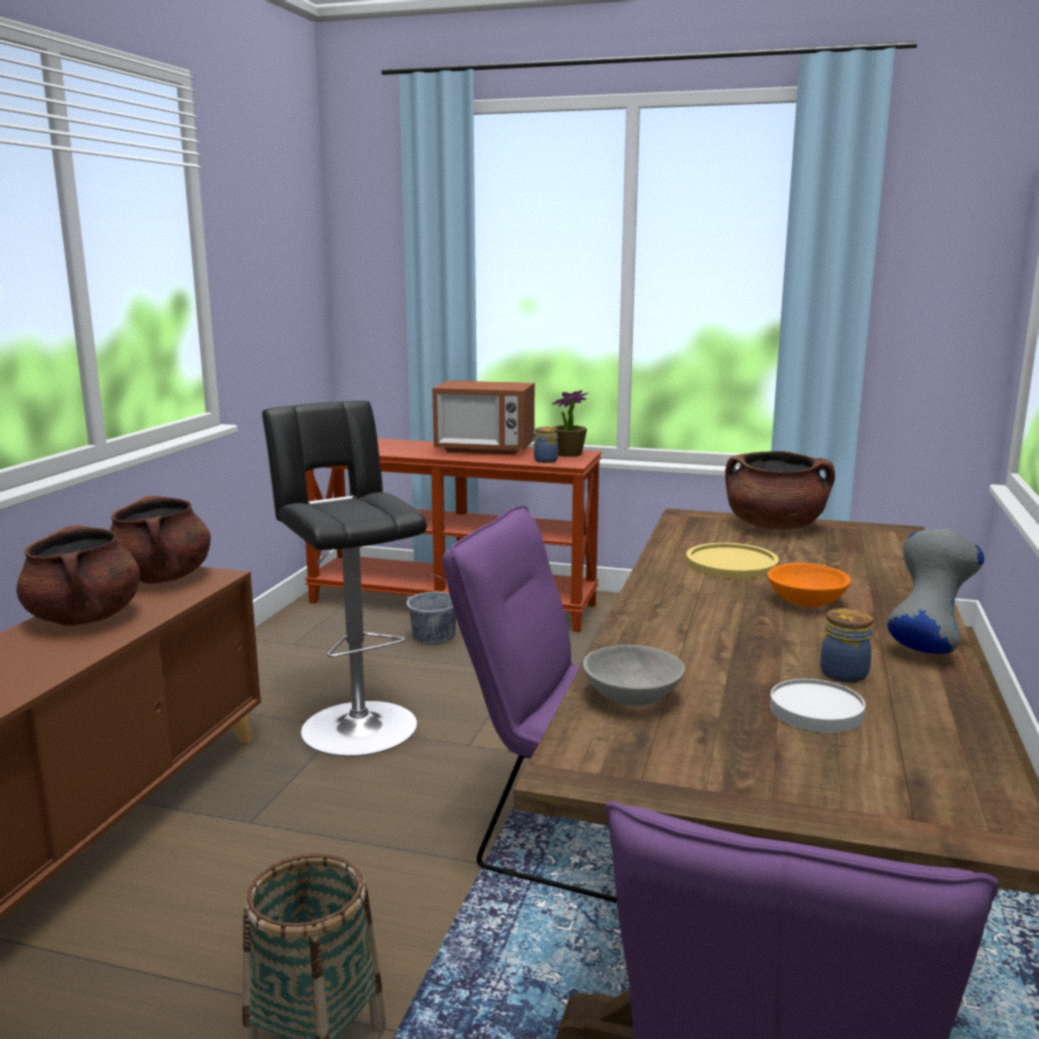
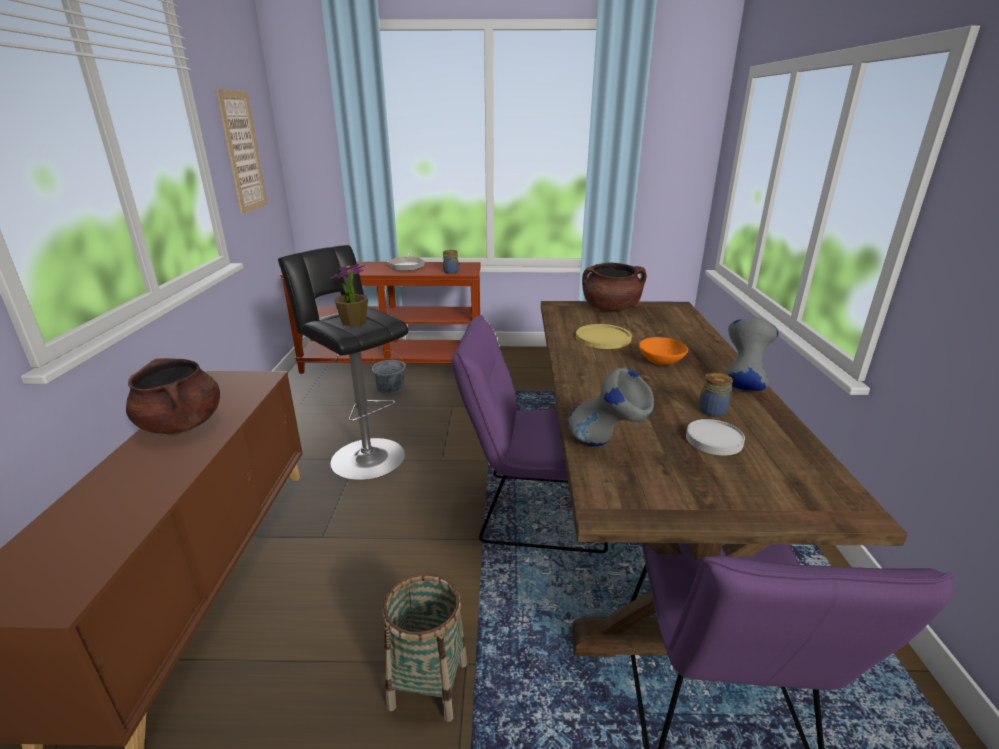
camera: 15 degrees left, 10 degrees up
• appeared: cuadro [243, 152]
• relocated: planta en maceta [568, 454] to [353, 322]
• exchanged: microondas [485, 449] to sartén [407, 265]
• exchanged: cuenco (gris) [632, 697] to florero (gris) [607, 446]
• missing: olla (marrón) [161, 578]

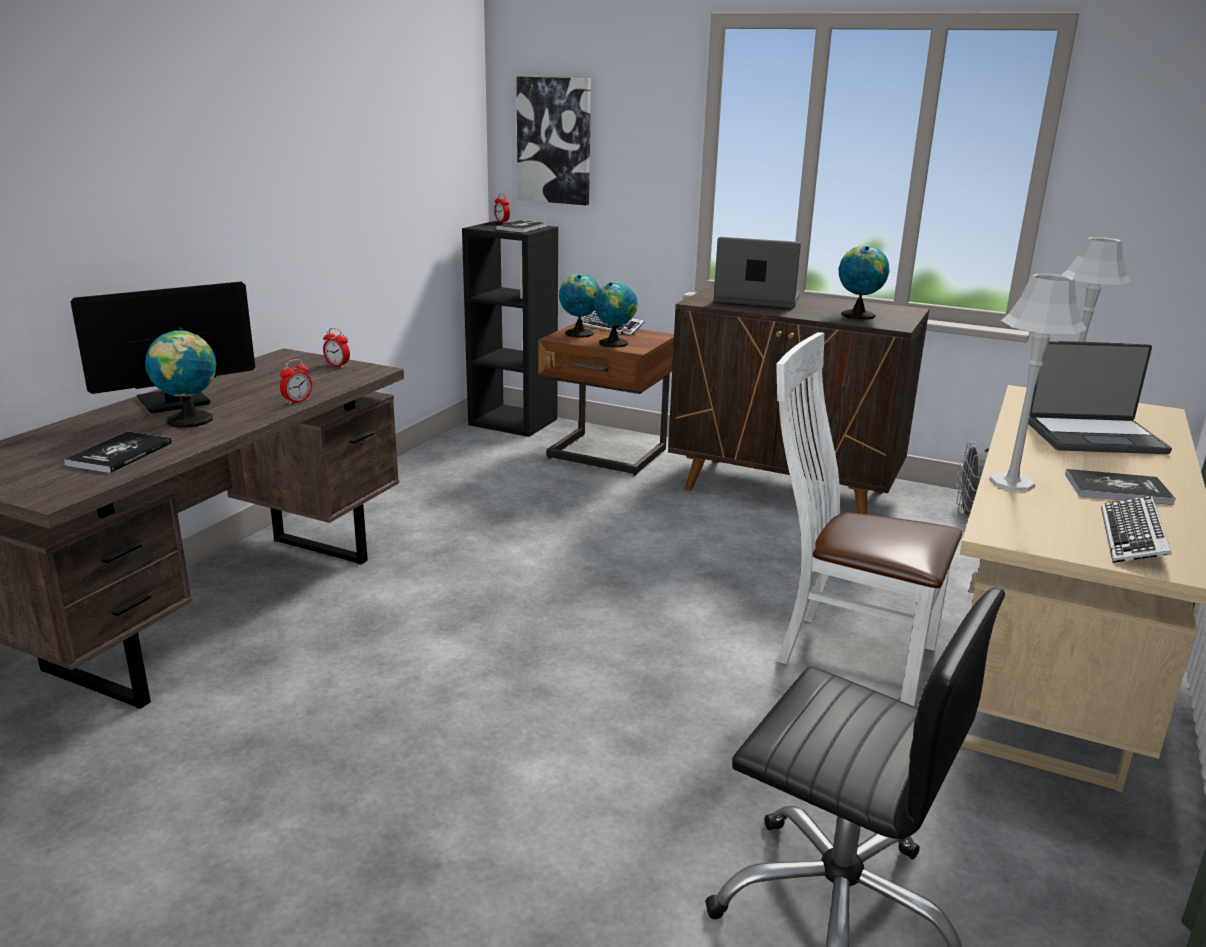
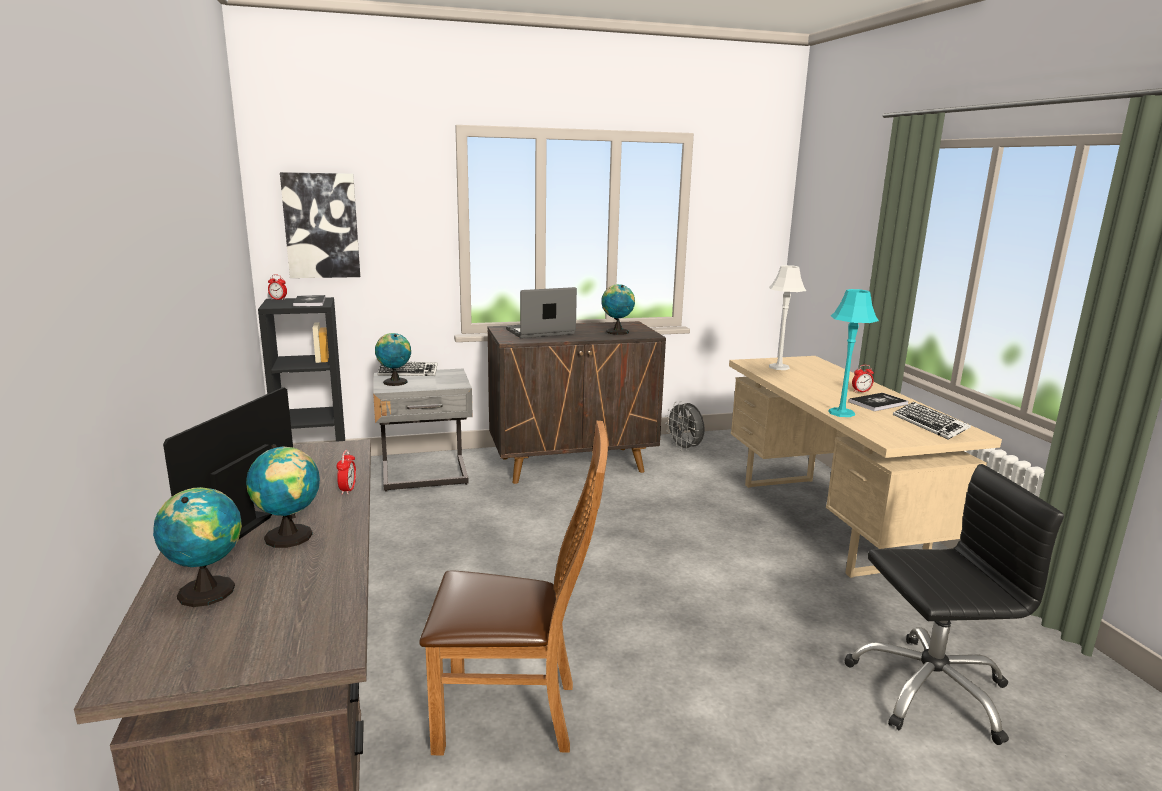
camera: 40 degrees left, 5 degrees down
• relocated: globo terráqueo [614, 343] to [208, 589]
• colour: mesita de noche (marrón) [606, 455] to mesita de noche (gris) [425, 476]
• appeared: silla (marrón) [516, 714]
• colour: lámpara de mesa (gris) [1012, 483] to lámpara de mesa (turquesa) [841, 413]
• relocated: despertador [337, 365] to [861, 391]
• missing: libro [120, 454]
• missing: silla (blanco) [846, 652]
• missing: portátil [1094, 437]

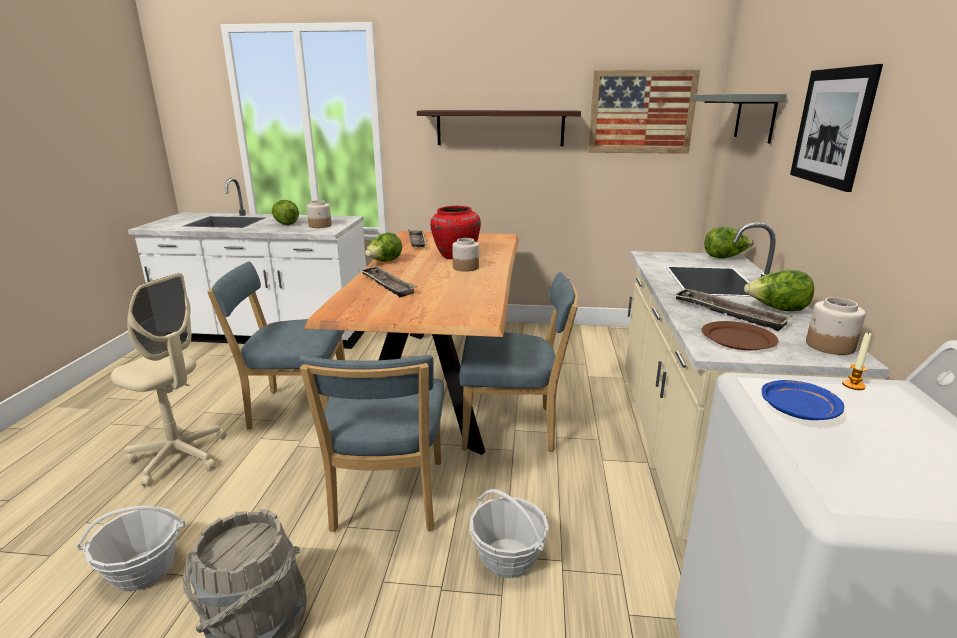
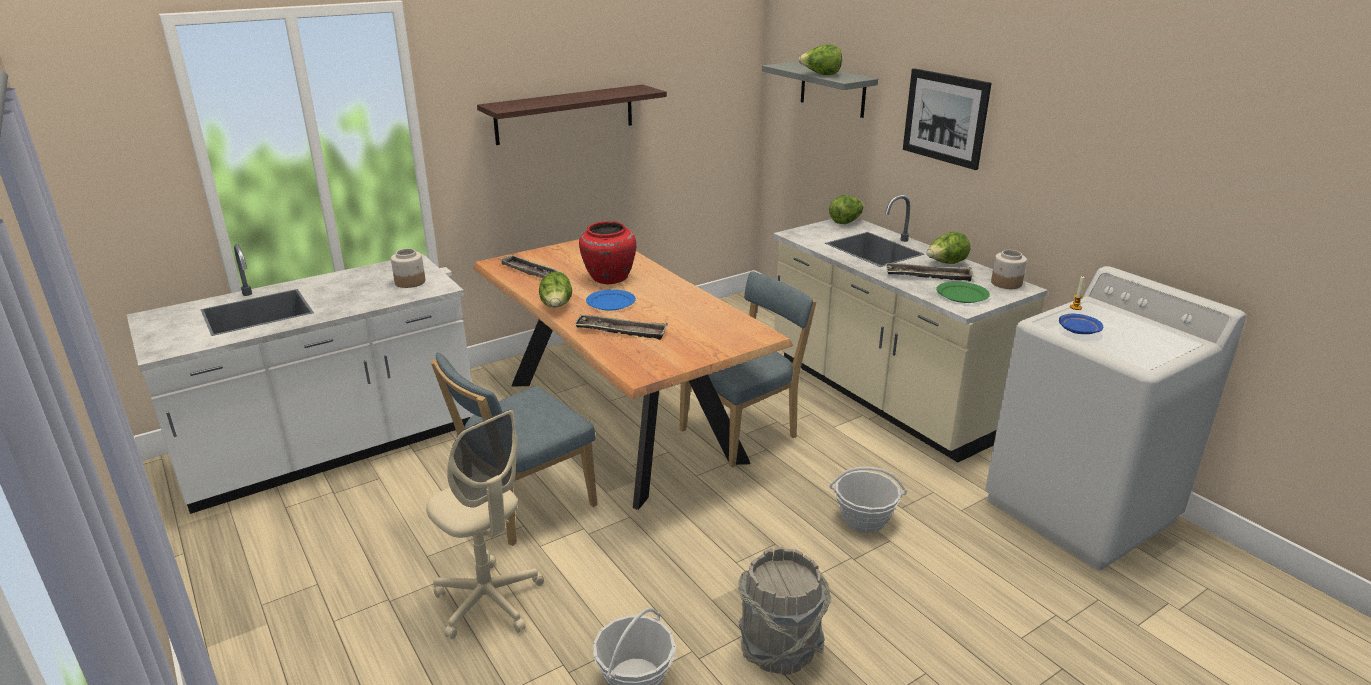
camera: 40 degrees left, 5 degrees up
• spun: silla de oficina (beis) [179, 457] = [488, 601] 60 degrees clockwise
• appeared: plato (azul) [610, 302]
• relocated: lechuga [285, 224] to [820, 75]
• colour: plato (marrón) [738, 339] to plato (verde) [962, 294]
• missing: silla (azul) [387, 499]
• missing: tarro [465, 267]
• missing: cuadro [641, 112]

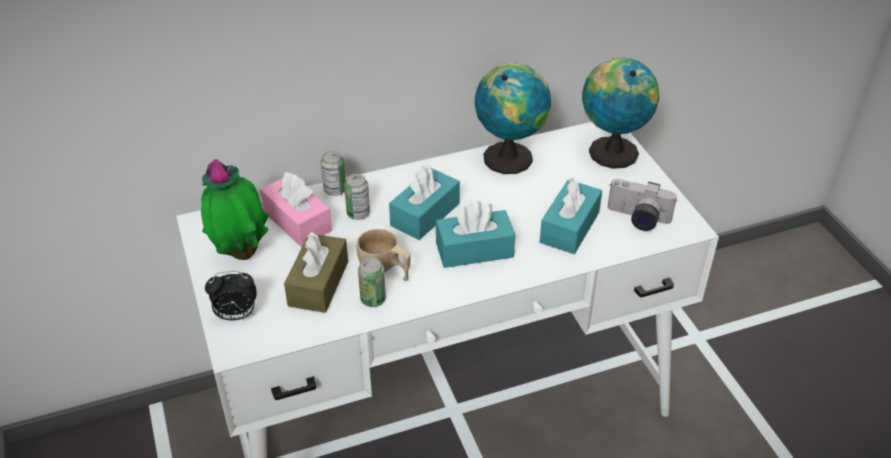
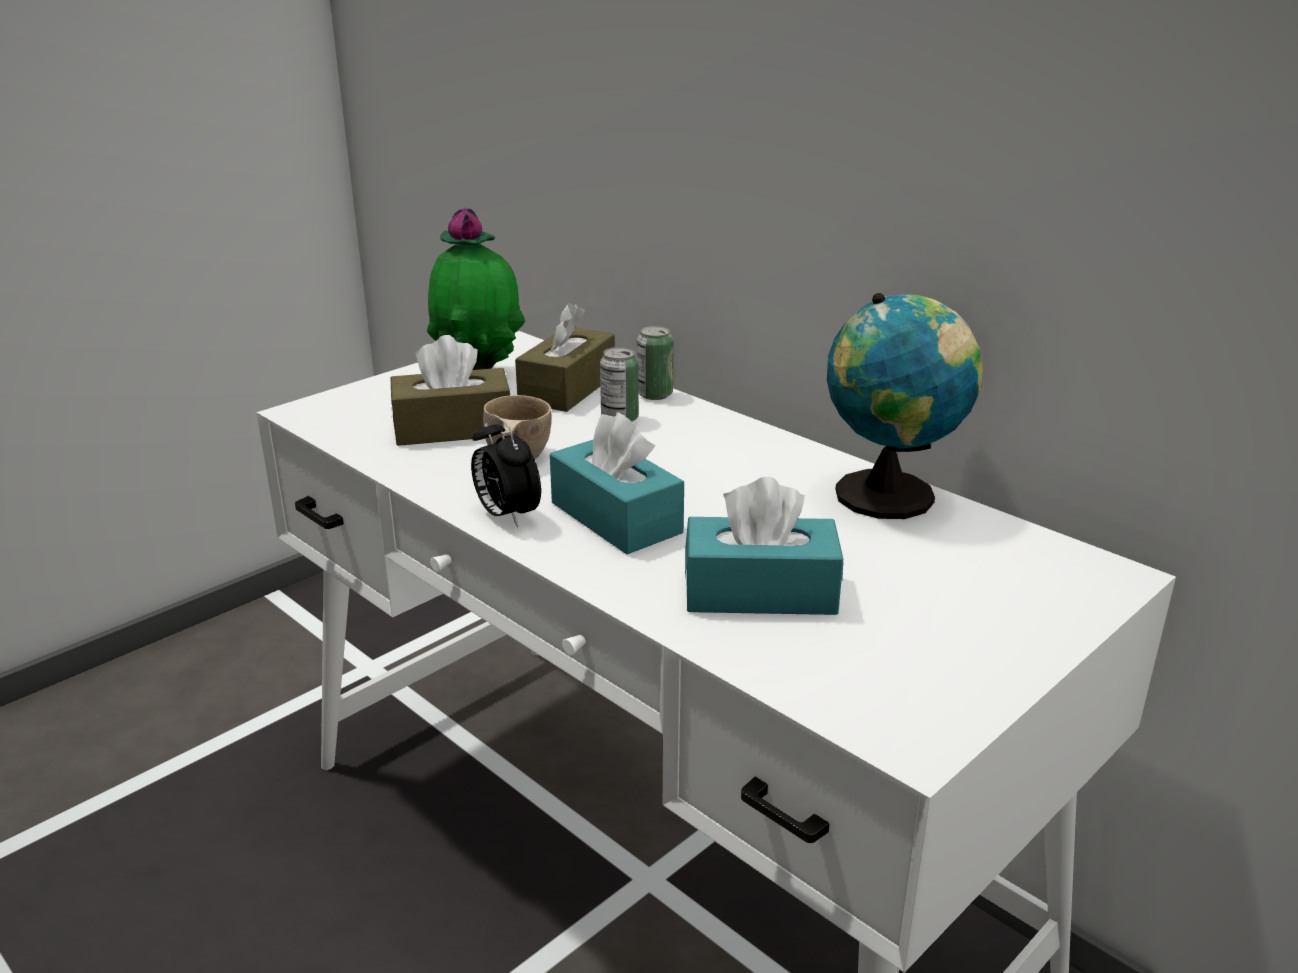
camera: 65 degrees right, 15 degrees down
• relocated: despertador [236, 315] to [506, 515]
• colour: caja de pañuelos (rosa) [297, 221] to caja de pañuelos (marrón) [567, 388]
• missing: lata [373, 299]
• missing: caja de pañuelos (turquesa) [425, 214]
• missing: globo terráqueo [611, 151]
• missing: cámara [637, 219]

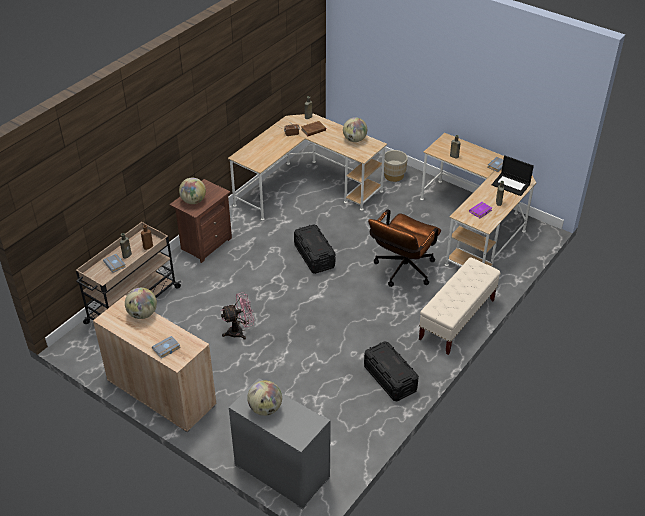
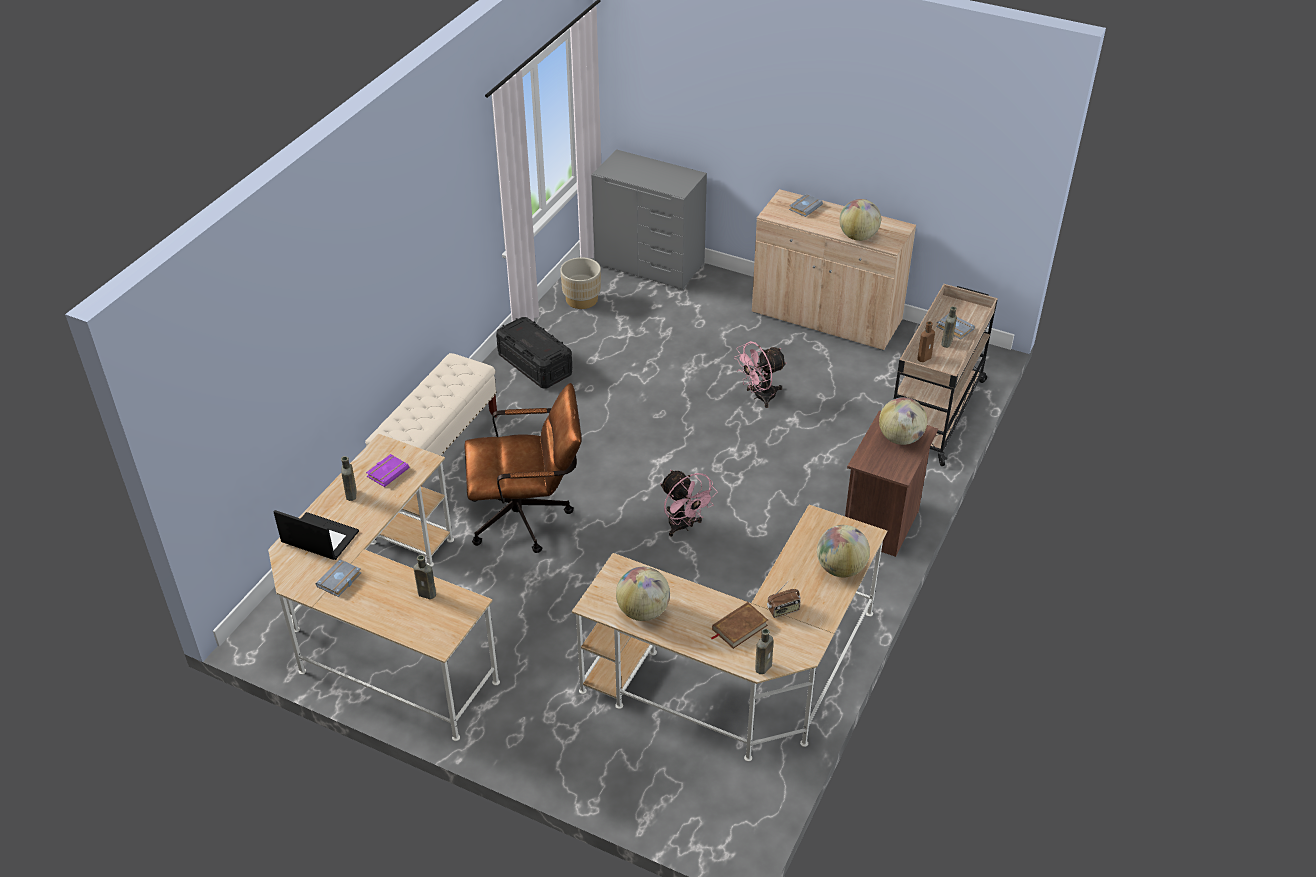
camera: 170 degrees right, 0 degrees up
• spun: silla de oficina (marrón) [401, 271] = [528, 517] 60 degrees clockwise
• relocated: maceta (beis) [394, 176] to [581, 299]
• exchanged: caja de almacenaje (negro) [314, 256] to ventilador (rosa) [683, 526]
• relocated: globo terráqueo [265, 409] to [840, 568]

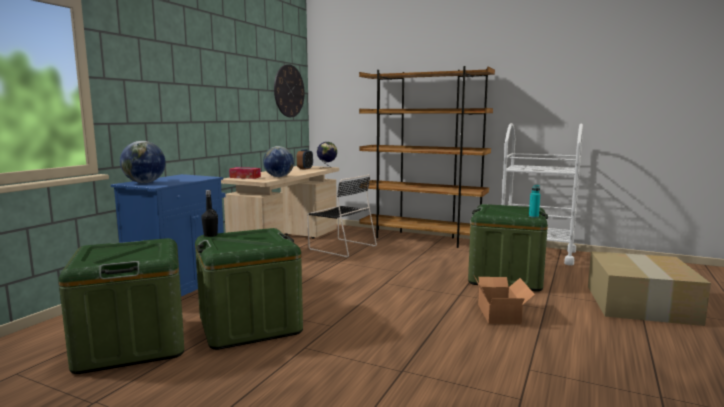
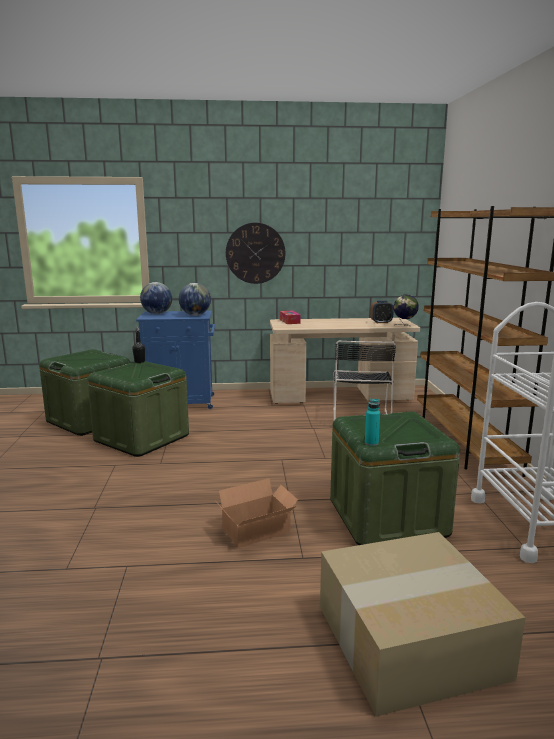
camera: 60 degrees right, 5 degrees up
• relocated: globo terráqueo [278, 176] to [195, 315]
• relocated: reloj de pared [289, 91] to [255, 253]

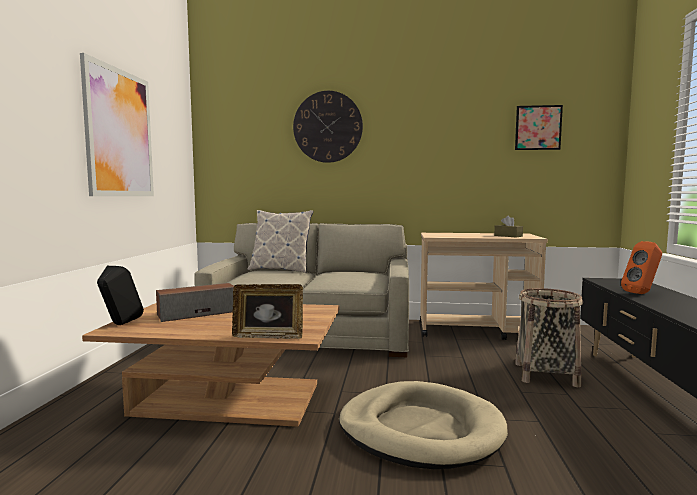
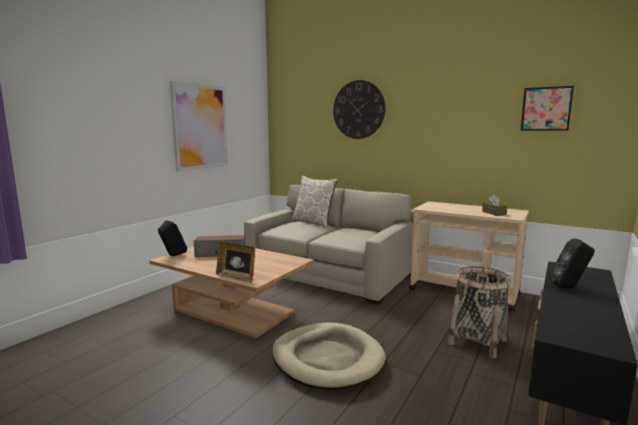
camera: 25 degrees right, 5 degrees up
• colour: altavoz (naranja) [642, 293] to altavoz (negro) [569, 287]

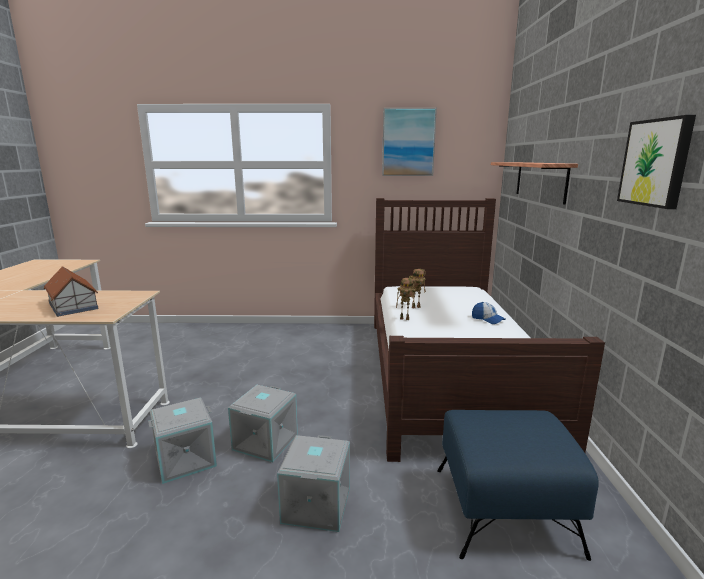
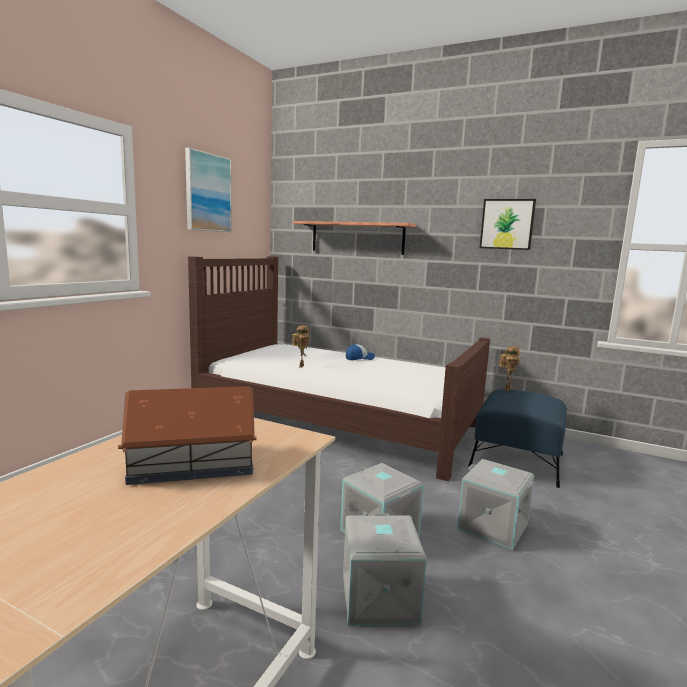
camera: 65 degrees left, 5 degrees down
• relocated: robot de juguete [405, 318] to [507, 389]

